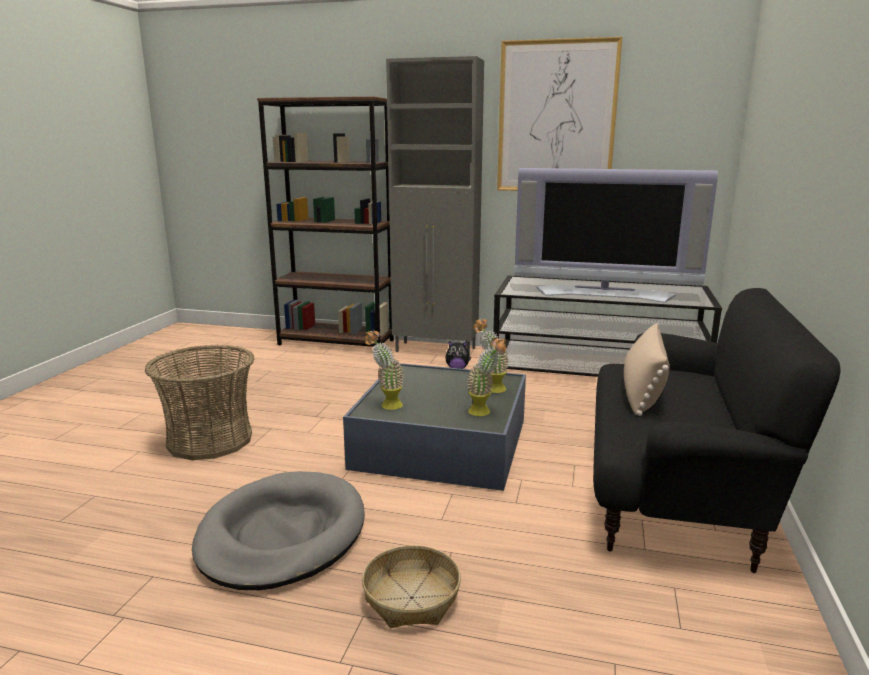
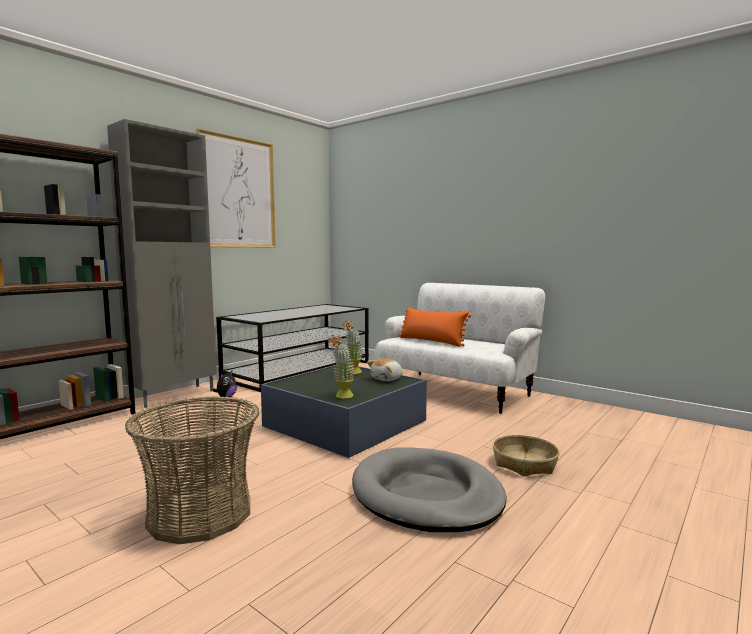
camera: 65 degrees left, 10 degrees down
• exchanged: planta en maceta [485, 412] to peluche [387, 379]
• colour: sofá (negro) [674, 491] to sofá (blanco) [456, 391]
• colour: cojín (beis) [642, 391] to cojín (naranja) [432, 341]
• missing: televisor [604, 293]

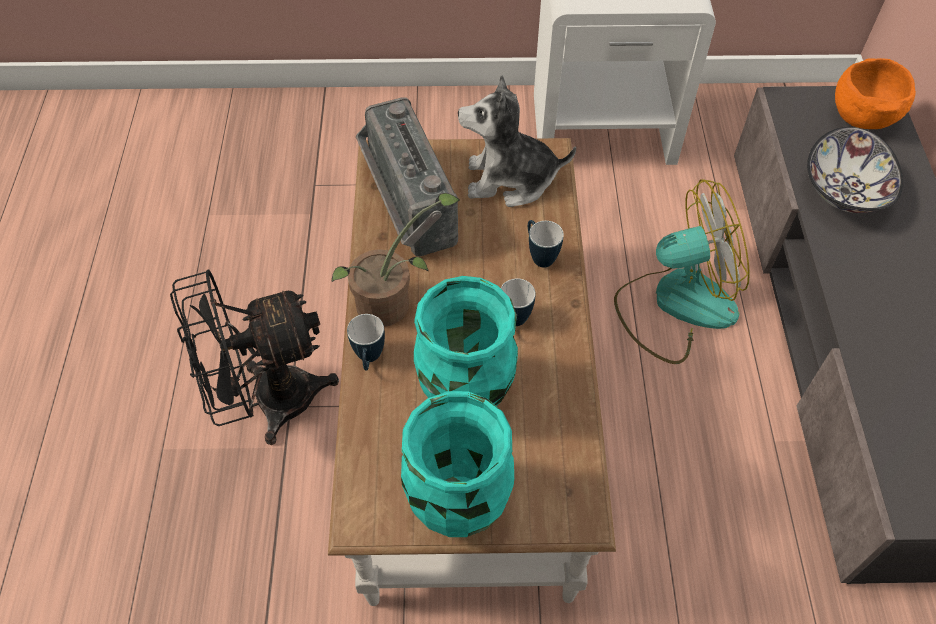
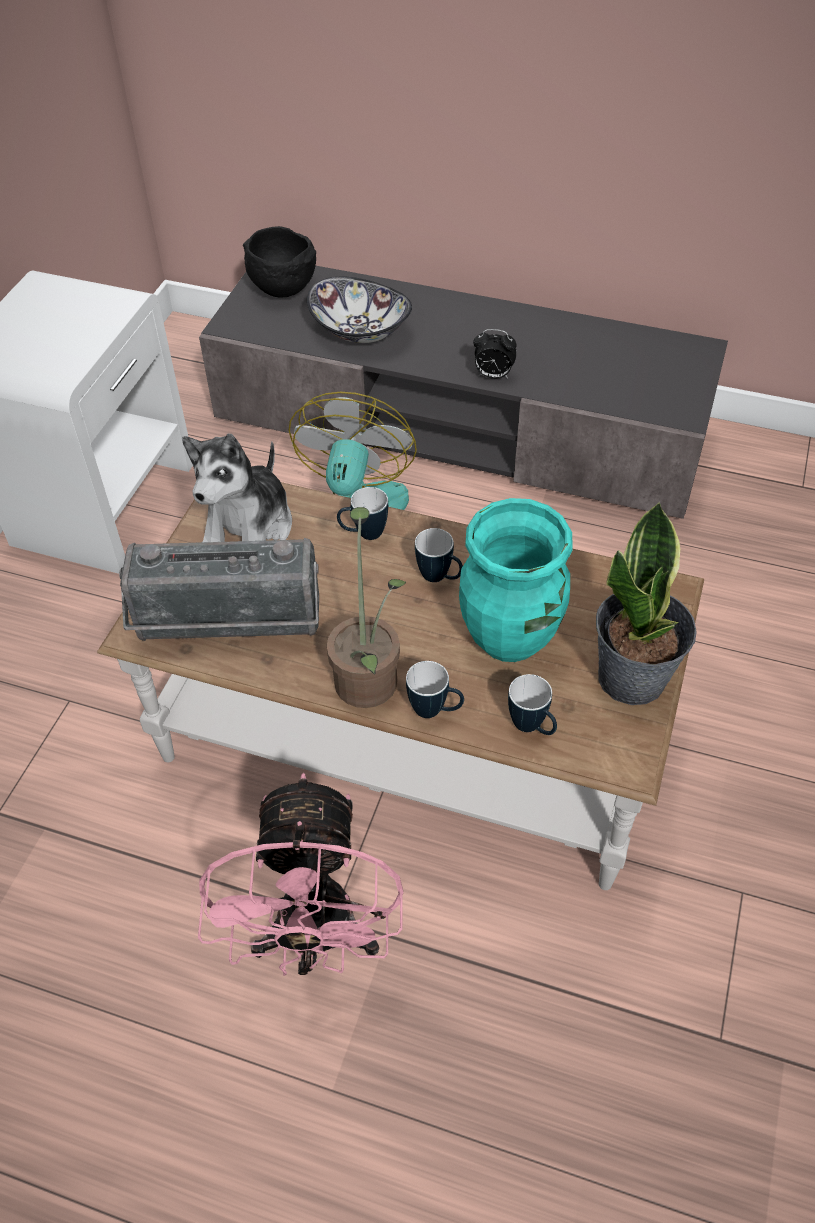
camera: 70 degrees left, 5 degrees down
• colour: ventilador (negro) [268, 402] to ventilador (rosa) [315, 942]
• colour: cuenco (naranja) [861, 116] to cuenco (negro) [281, 288]
• appeared: despertador [493, 376]
• appeared: taza grande [532, 728]
• exchanged: florero (turquesa) [456, 505] to planta en maceta [633, 678]

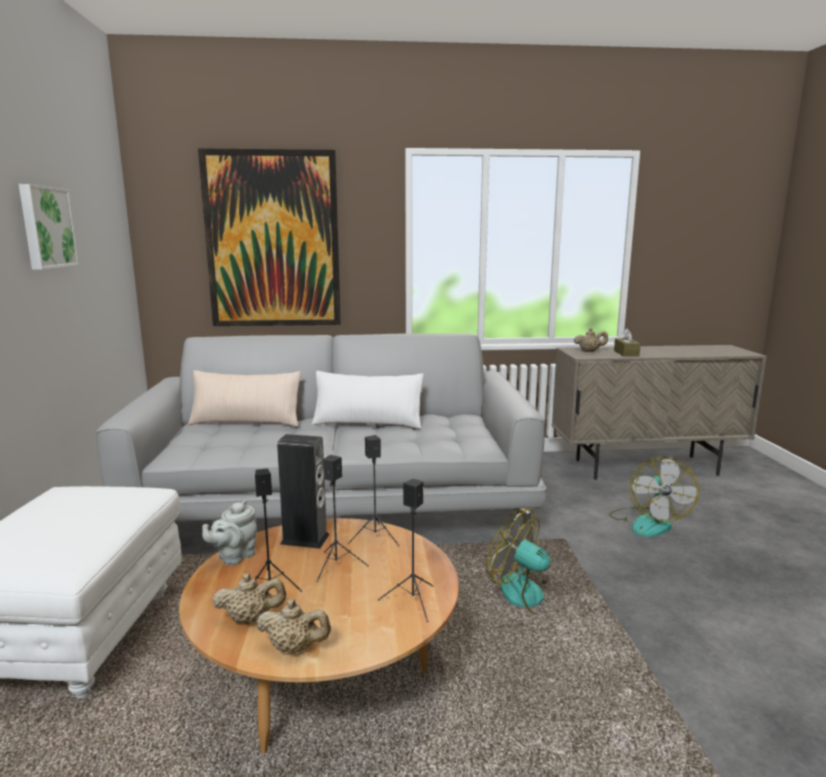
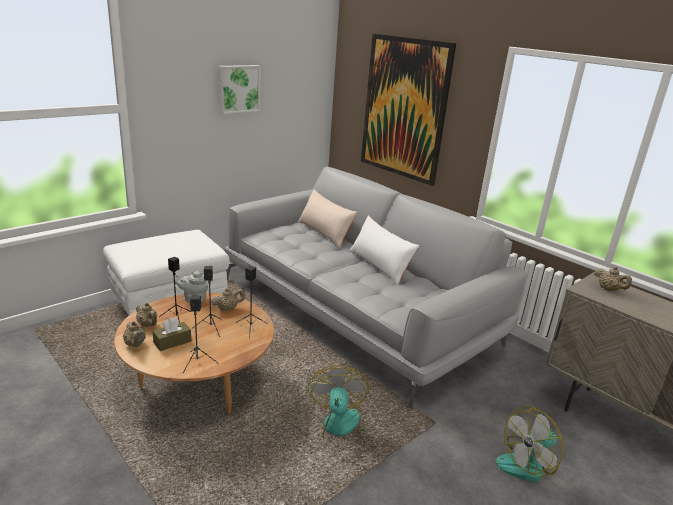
camera: 50 degrees right, 10 degrees up
• relocated: caja de pañuelos (marrón) [626, 353] to [172, 342]
• exchanged: altavoz [305, 539] to tetera (beis) [228, 309]

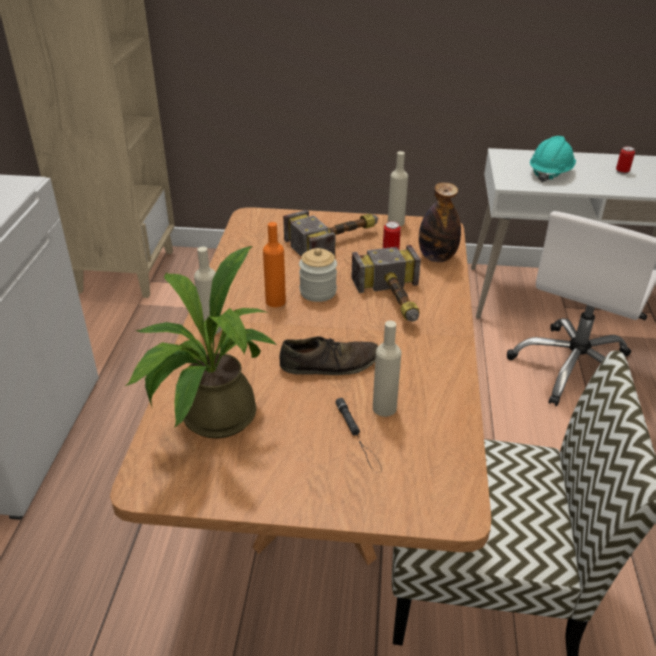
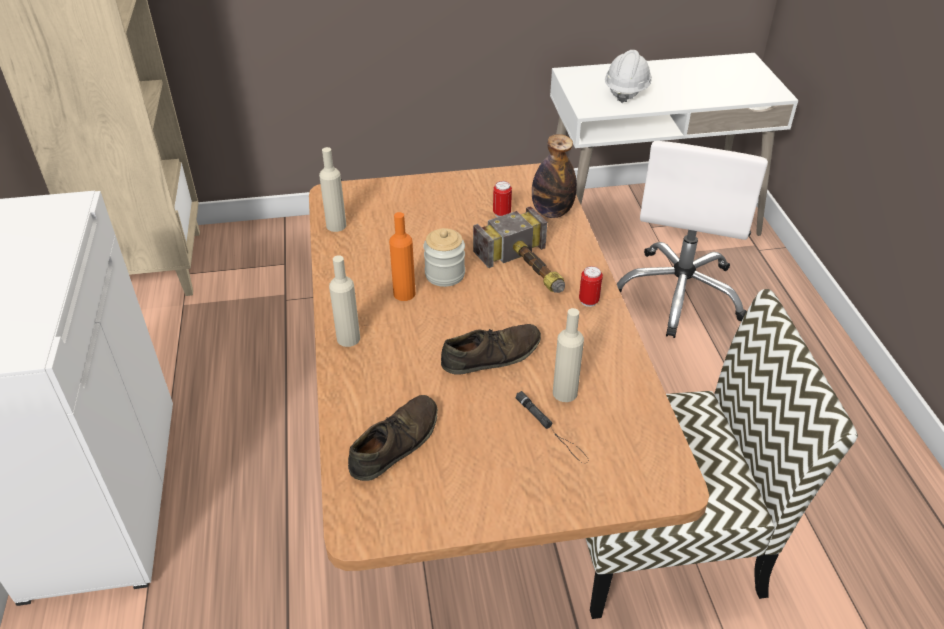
camera: 15 degrees left, 5 degrees up
• relocated: botella (beis) [396, 222] to [336, 225]
• exchanged: planta en maceta [211, 420] to zapato (marrón) [395, 443]
• relocated: lata [622, 172] to [588, 301]
• colour: casco (turquesa) [550, 173] to casco (blanco) [626, 90]
• missing: martillo [338, 241]

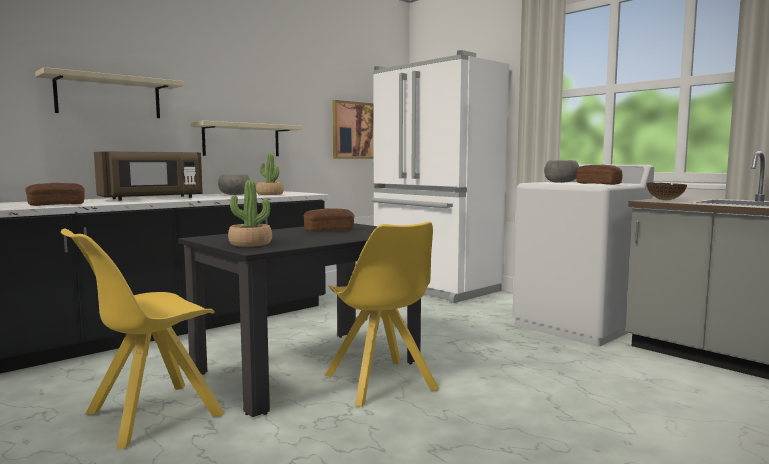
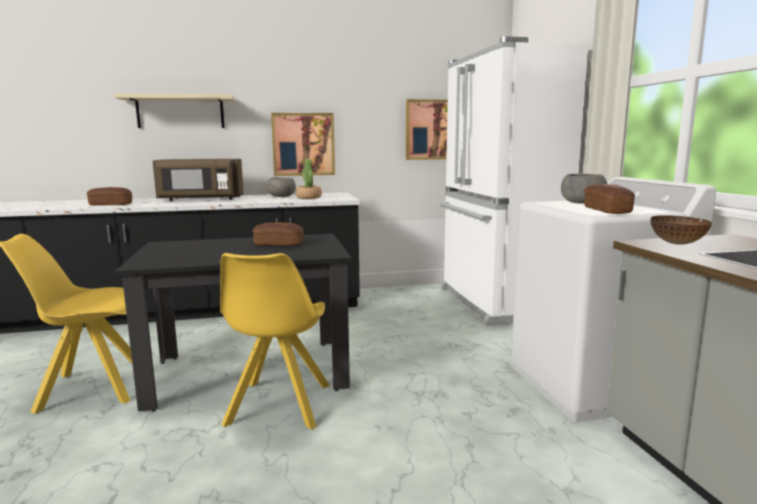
camera: 30 degrees right, 5 degrees up
• exchanged: estante (beis) [241, 140] to cuadro [303, 144]
• missing: planta en maceta [250, 244]

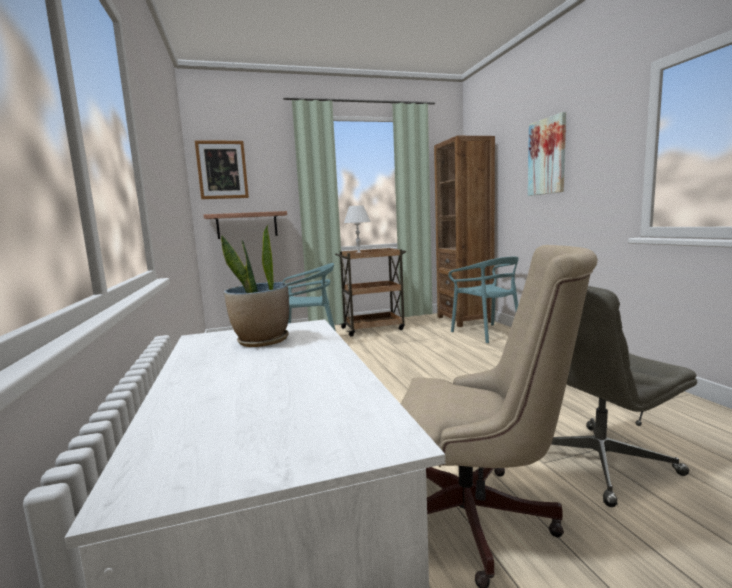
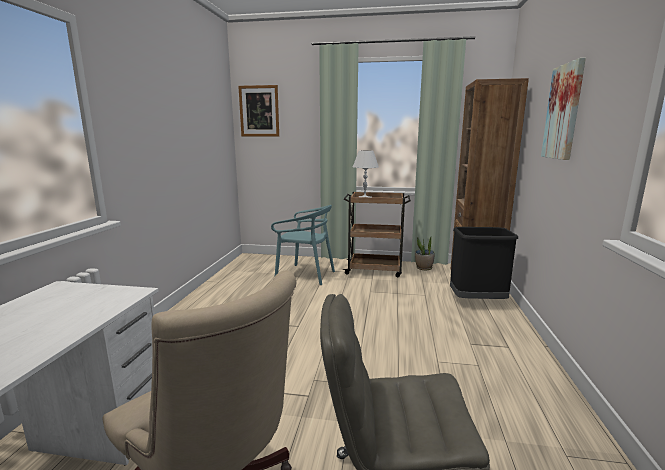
camera: 25 degrees right, 5 degrees up
• relocated: planta en maceta [262, 341] to [424, 268]
• exchanged: silla (turquesa) [487, 333] to papelera (negro) [477, 302]
• missing: estante [247, 225]

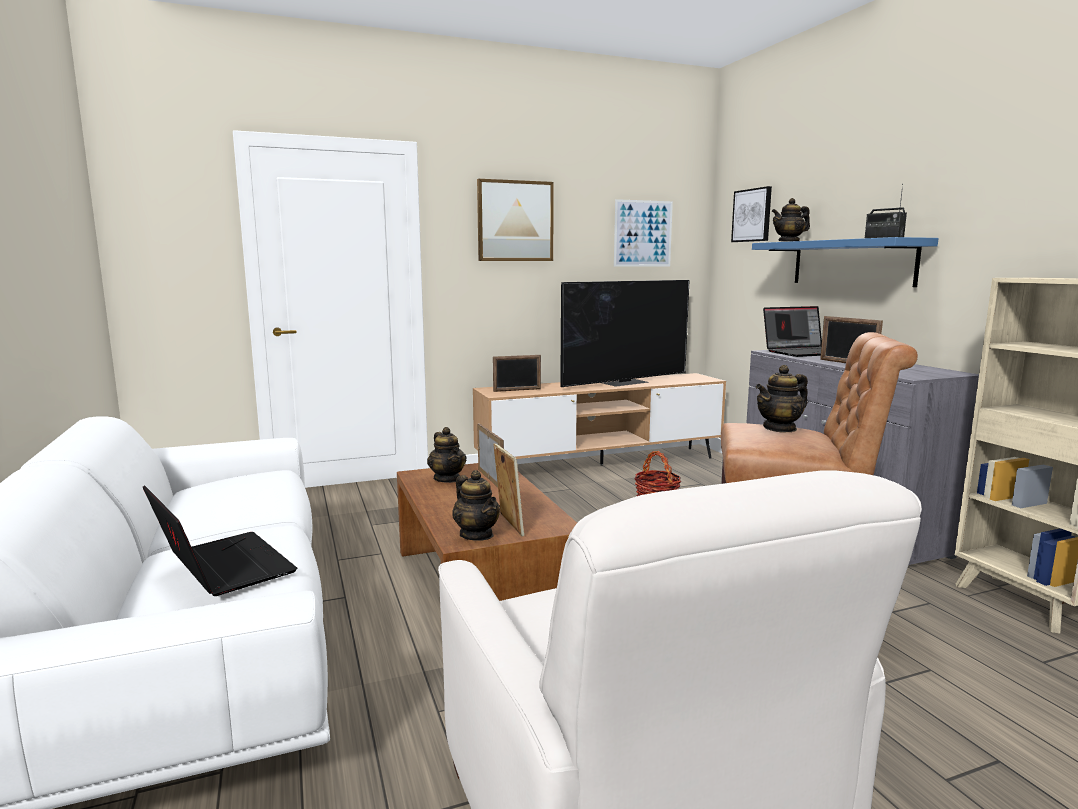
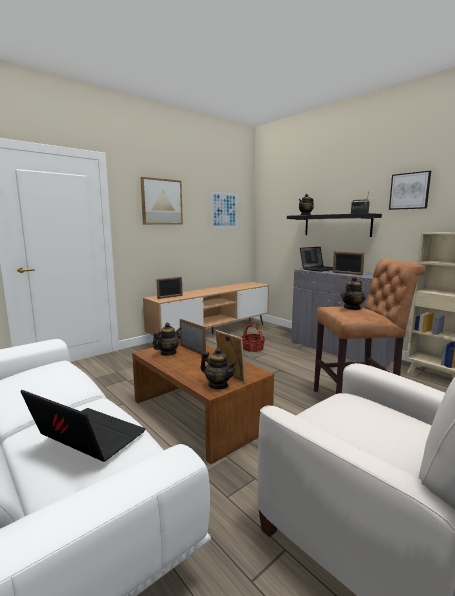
camera: 20 degrees left, 0 degrees up
• spun: tetera [447, 479] = [168, 353] 90 degrees counterclockwise
• colour: estante (azul) [852, 263] to estante (negro) [336, 225]
• relocated: cuadro [752, 215] to [409, 191]
• missing: televisor [625, 382]

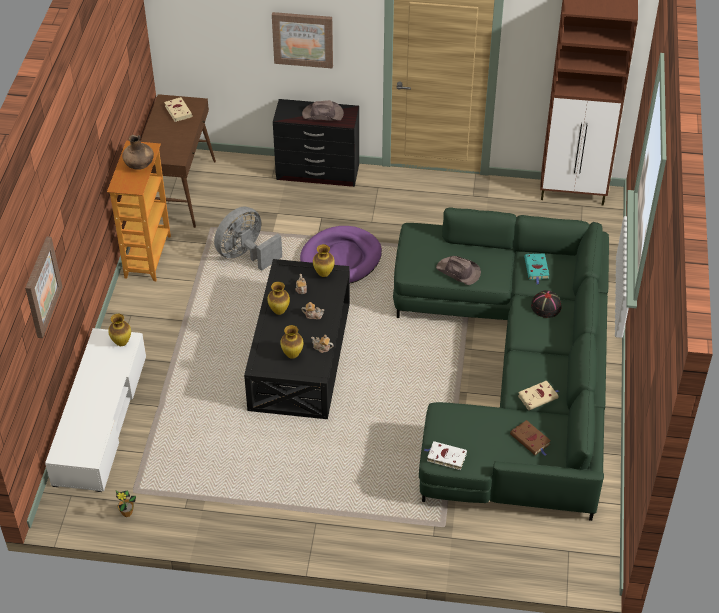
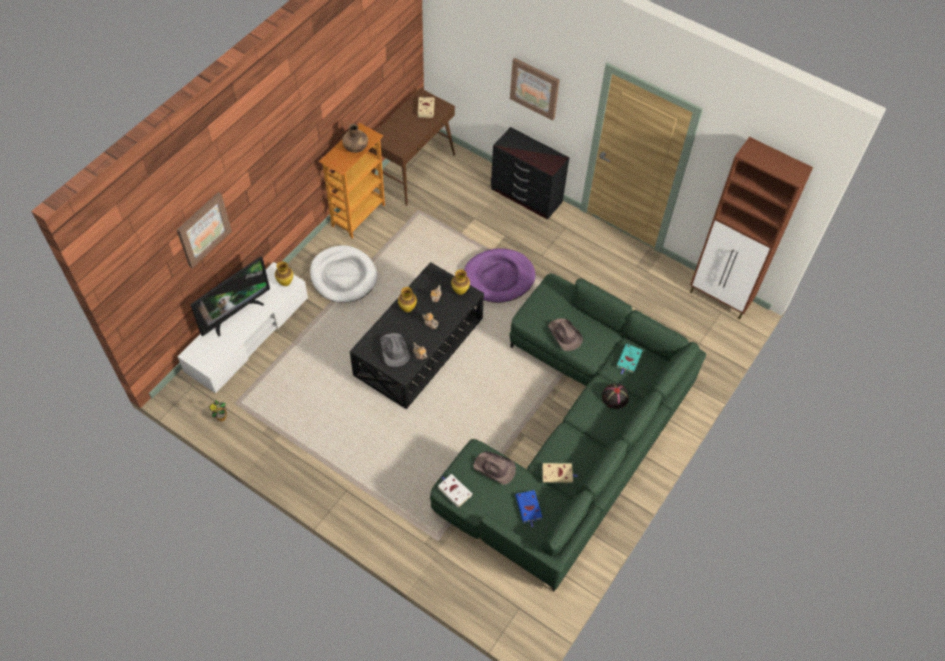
camera: 25 degrees right, 10 degrees up
• appeared: televisor [235, 314]
• appeared: cama para perro (blanco) [343, 276]
• exchanged: florero [292, 355] to sombrero (gris) [394, 350]
• relocated: sombrero (marrón) [323, 114] to [494, 469]
• colour: libro (marrón) [531, 440] to libro (azul) [529, 508]
• missing: ventilador (gris) [246, 255]

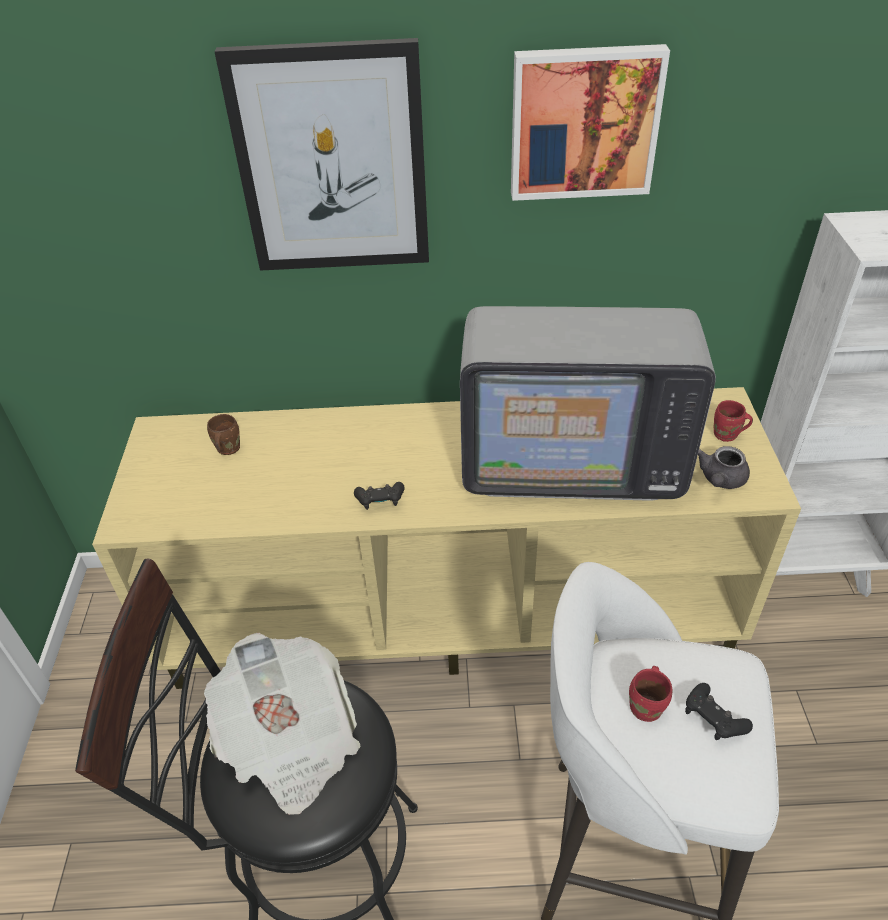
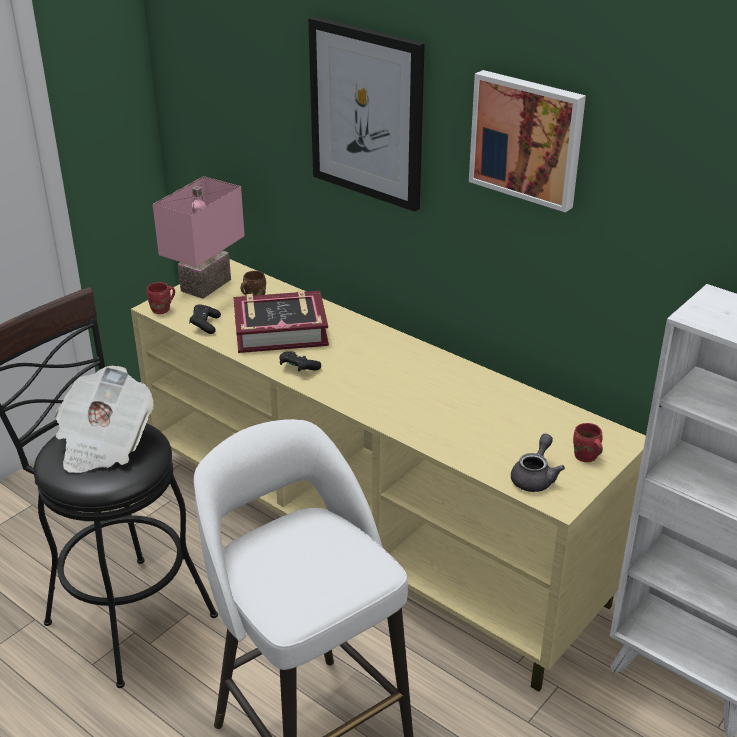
camera: 40 degrees right, 10 degrees down
• relocated: taza grande (rojo) [648, 707] to [162, 310]
• appeared: lámpara de mesa (rosa) [207, 286]
• relocated: mando de consola (negro) [712, 720] to [205, 325]
• appeared: libro [280, 330]
• spun: tetera (gris) [720, 480] = [535, 477] 135 degrees clockwise
• missing: televisor [570, 456]

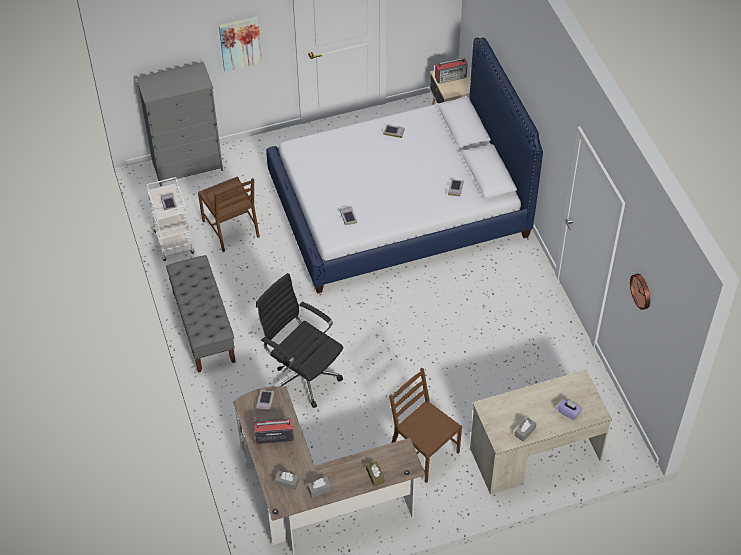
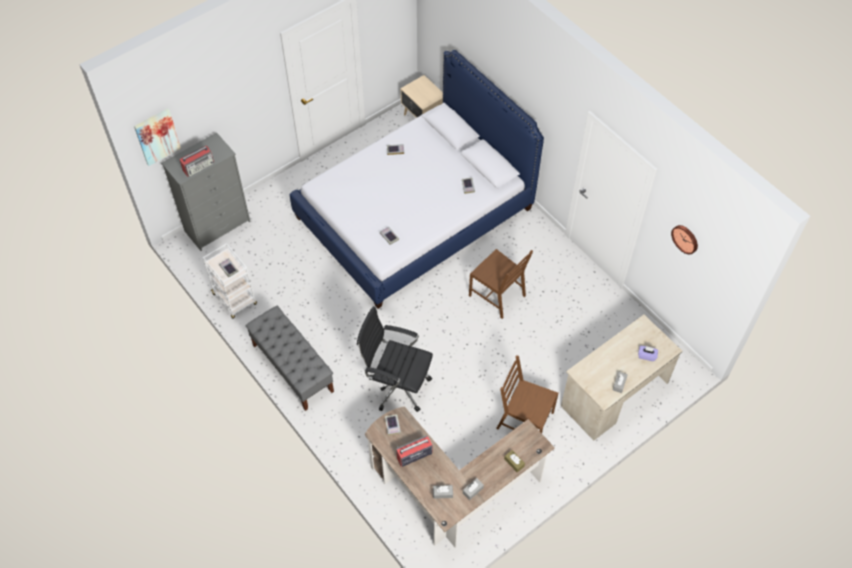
camera: 20 degrees left, 5 degrees up
• relocated: cuadro [240, 43] to [157, 136]
• relocated: radio [451, 77] to [199, 167]
• relocated: silla (marrón) [232, 229] to [498, 295]

